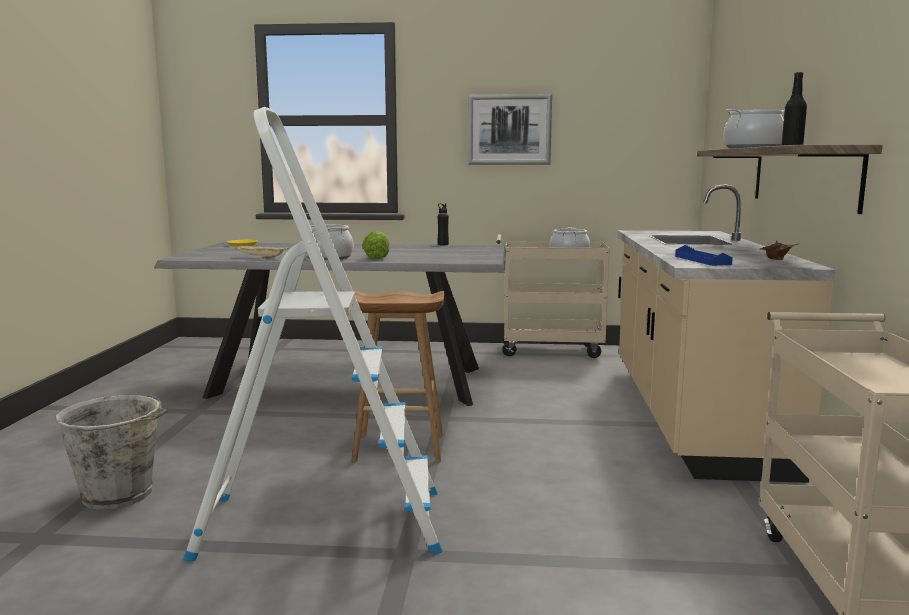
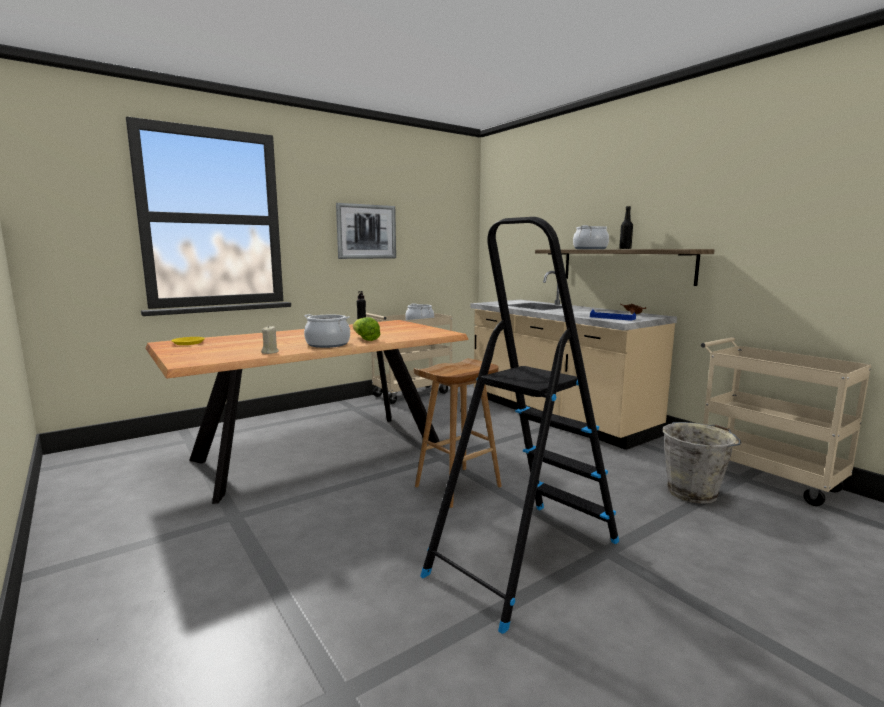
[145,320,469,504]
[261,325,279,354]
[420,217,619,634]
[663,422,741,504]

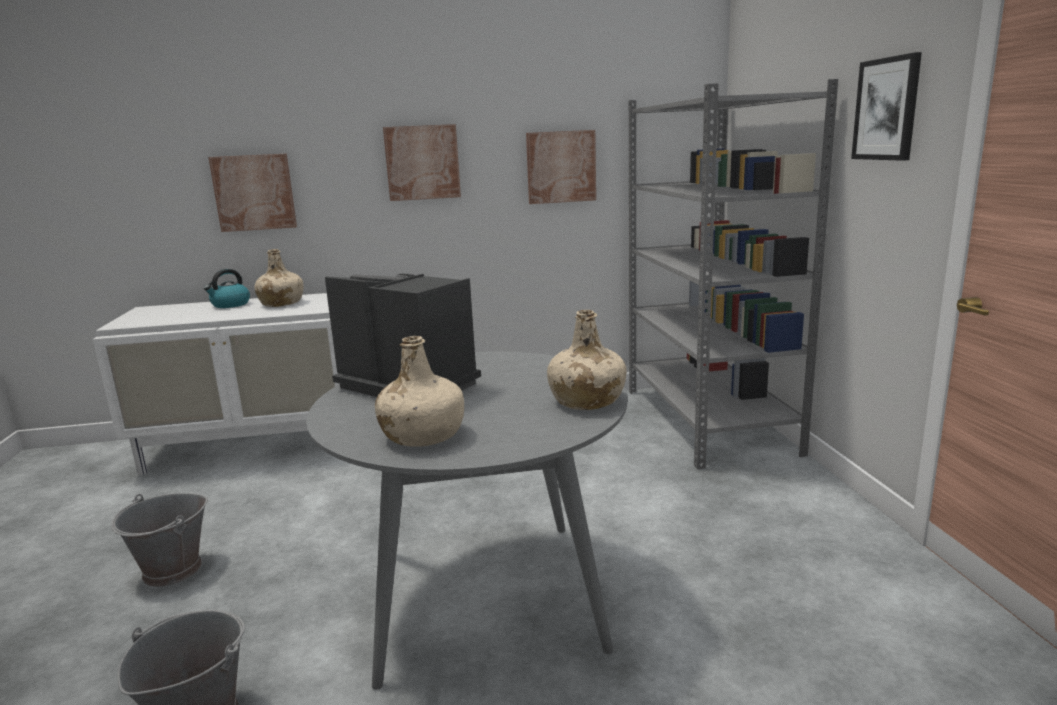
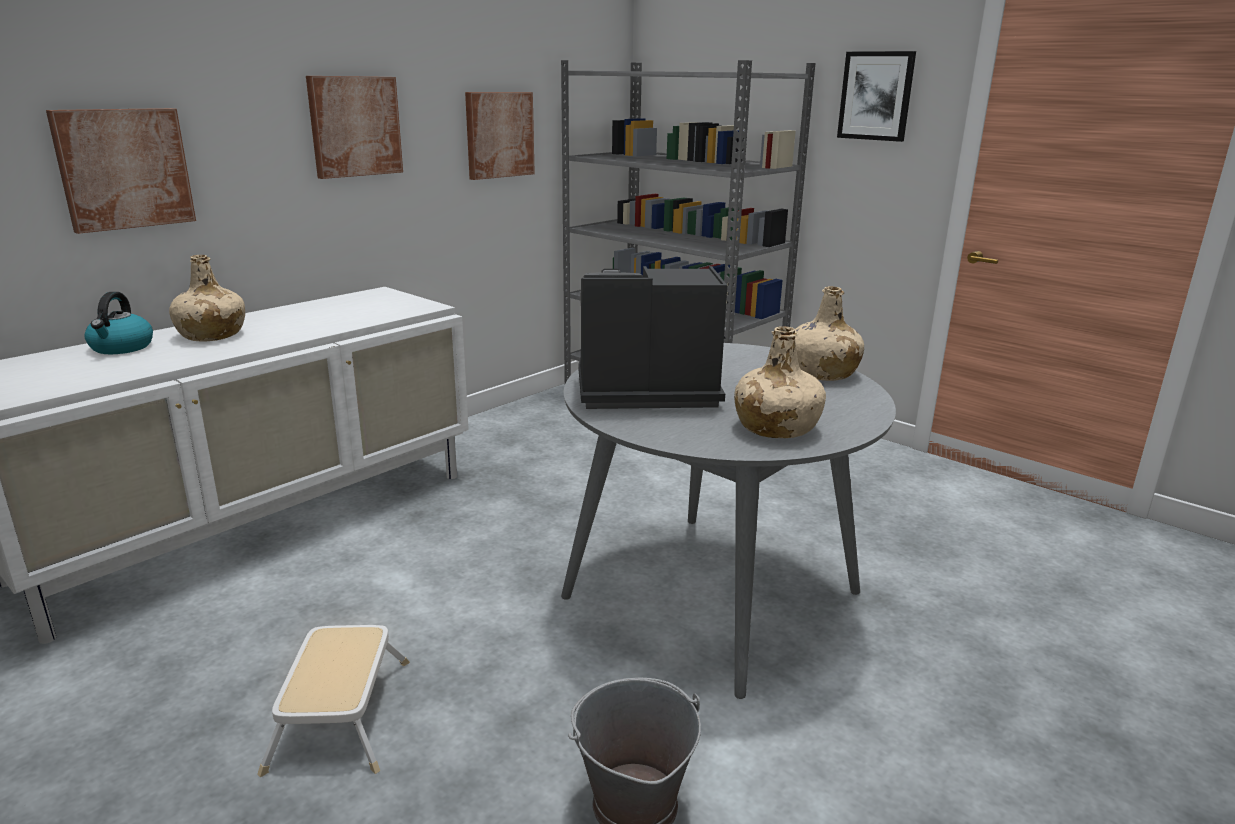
[257,625,410,777]

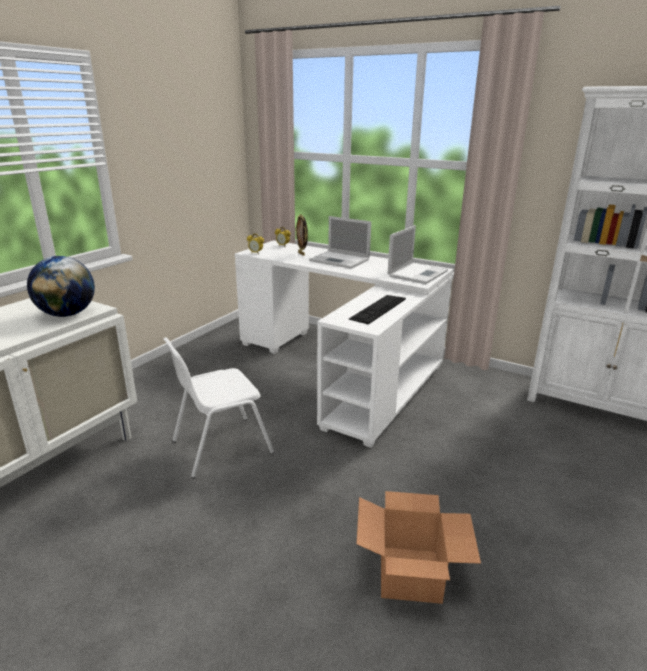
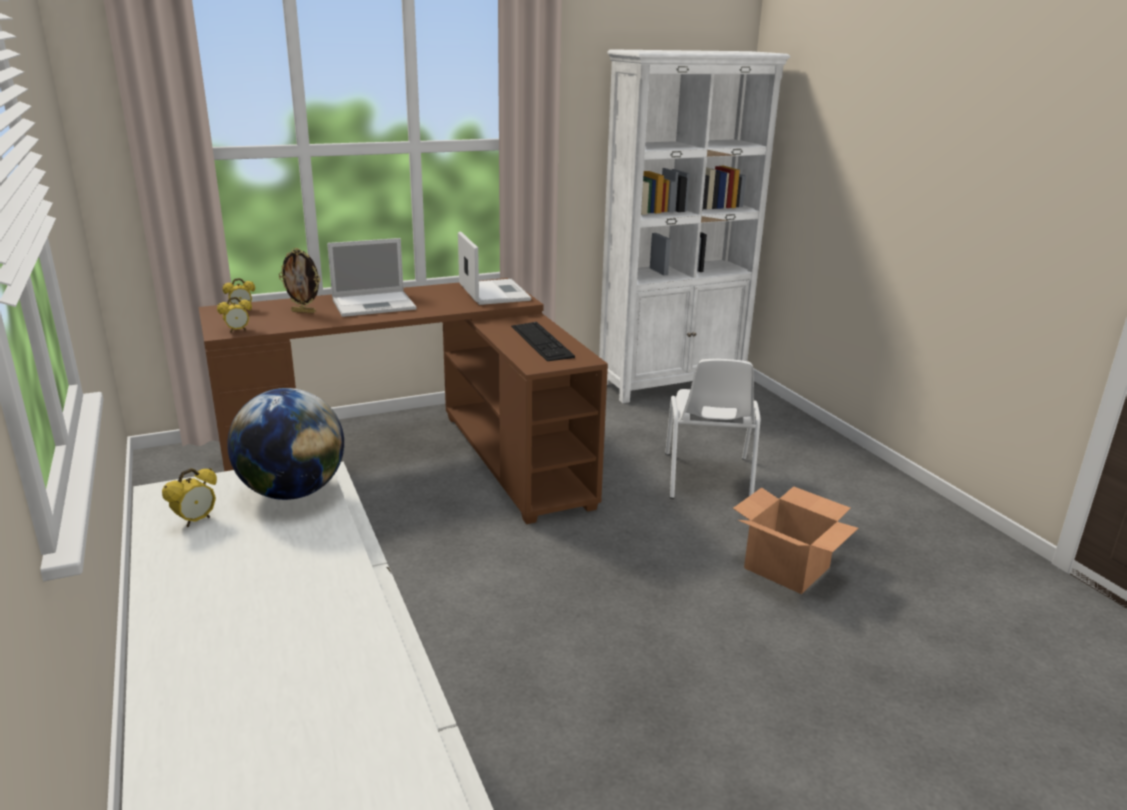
[162,468,217,528]
[199,278,608,524]
[665,359,760,499]

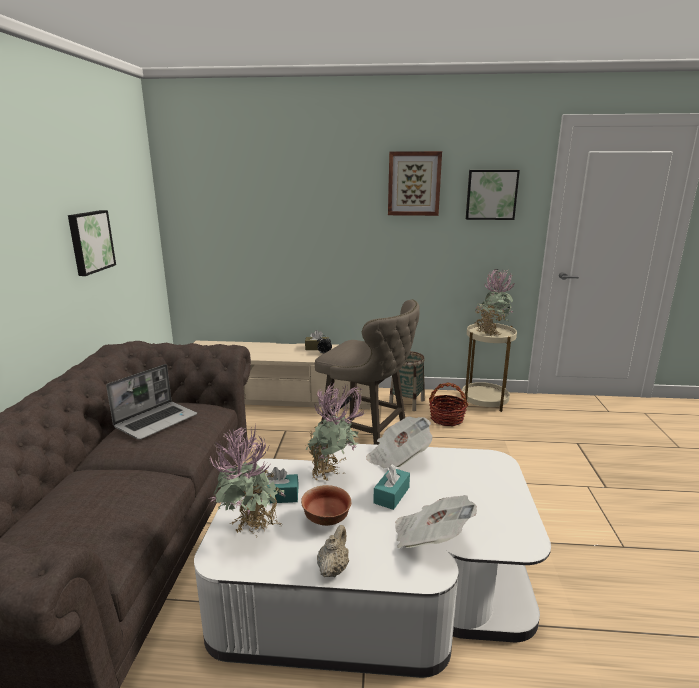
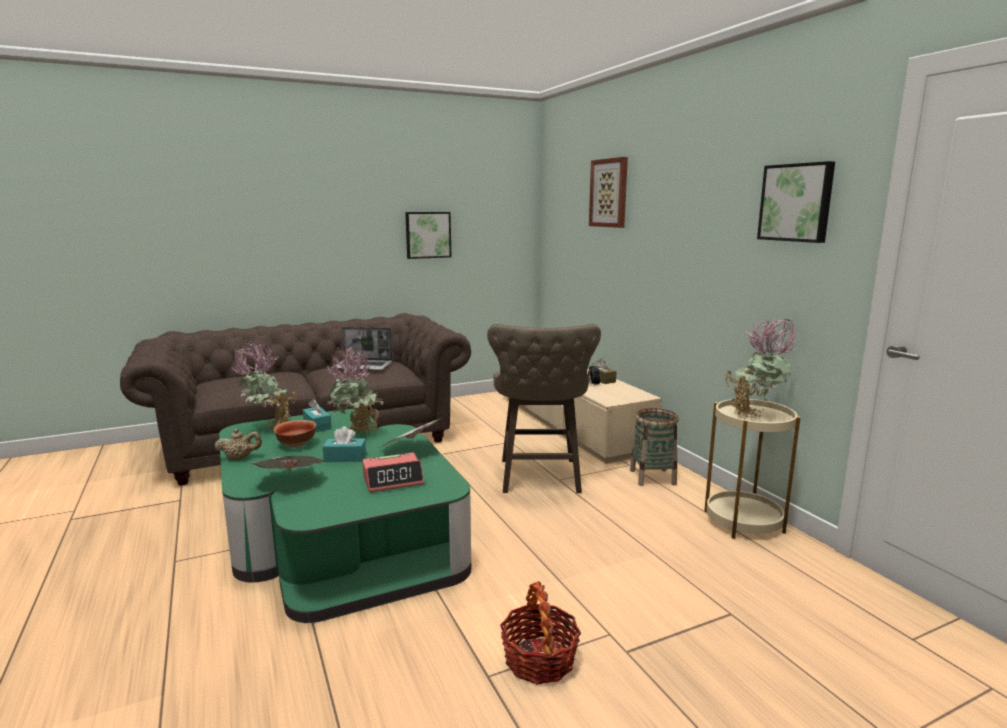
[219,409,471,623]
[362,453,424,492]
[500,581,581,684]
[589,157,628,228]

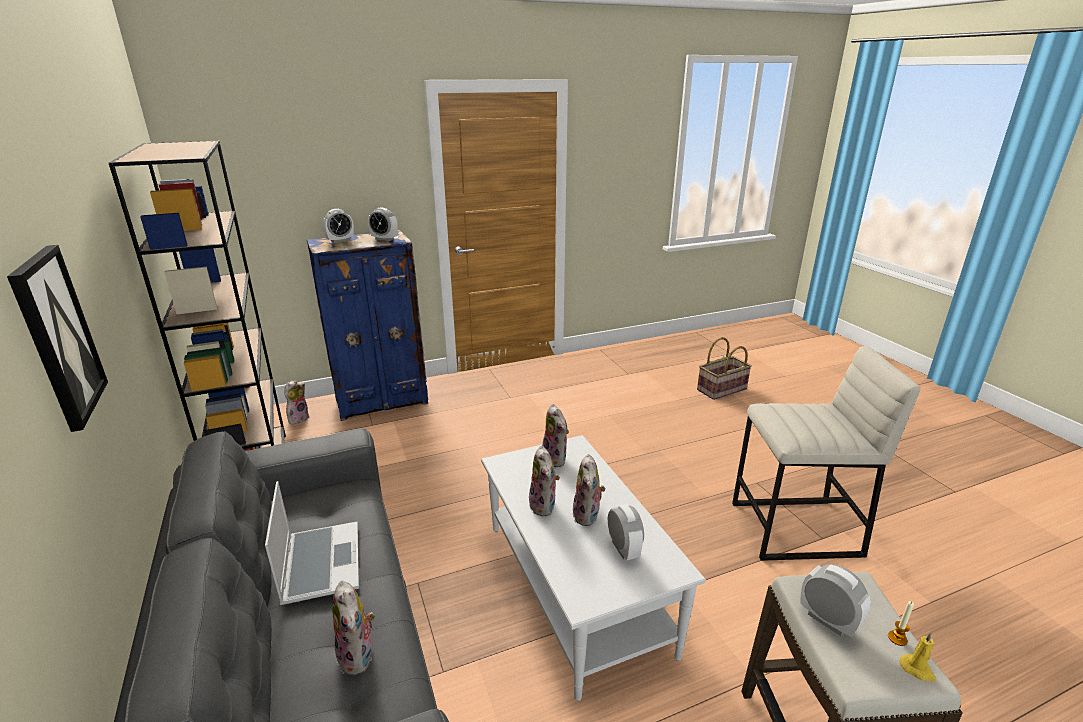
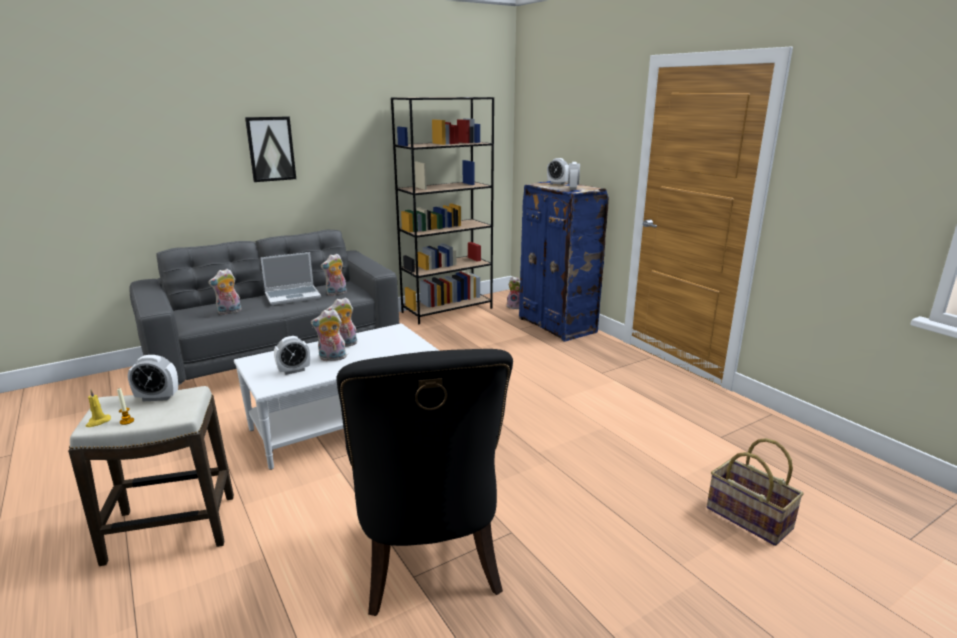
[128,355,178,401]
[321,254,347,296]
[336,349,513,616]

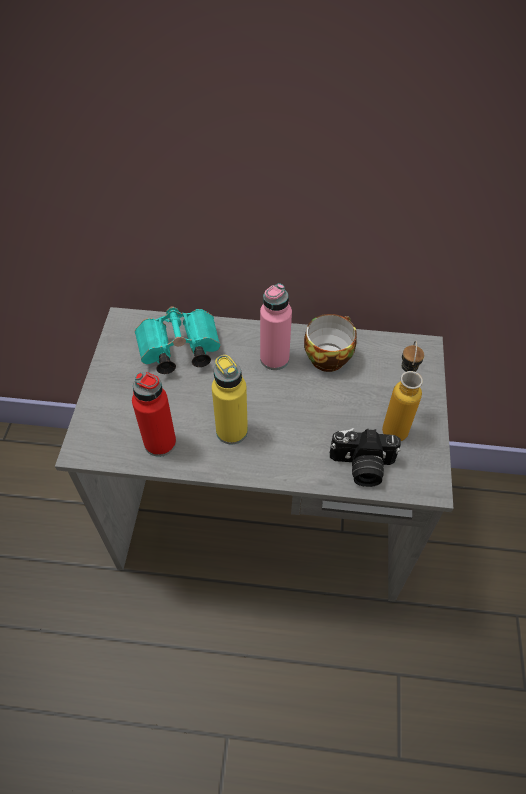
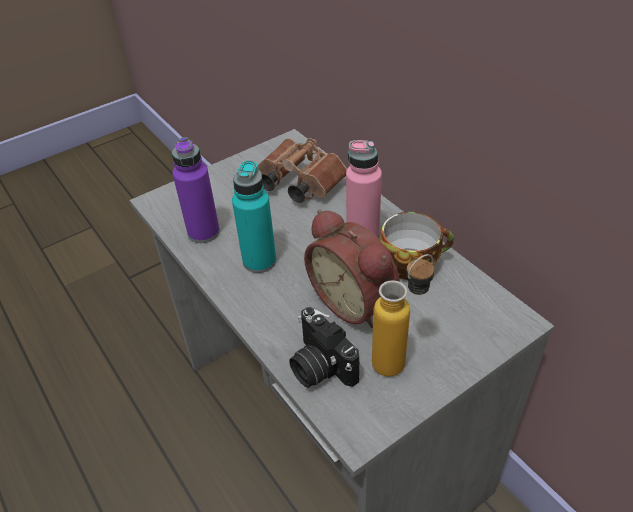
[172,137,220,243]
[232,160,276,273]
[257,138,347,203]
[304,209,400,328]

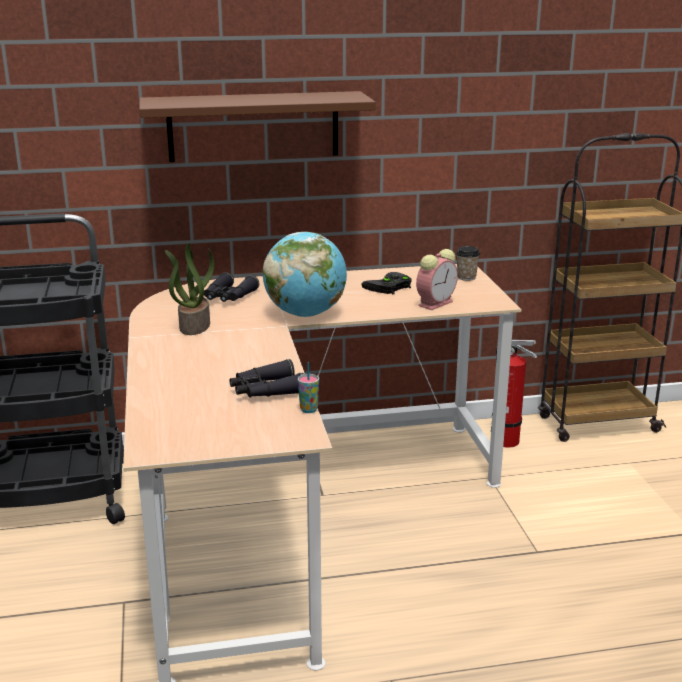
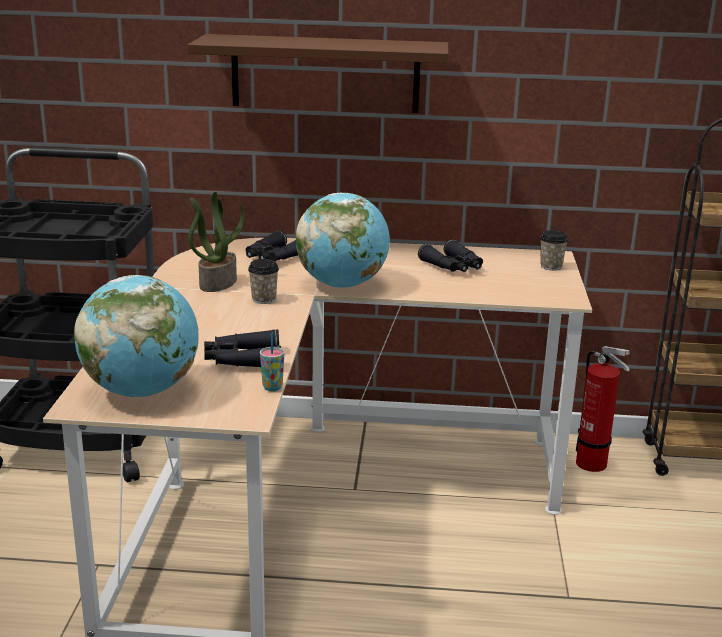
[74,275,199,397]
[248,259,279,304]
[418,240,483,272]
[416,249,458,310] (first image)

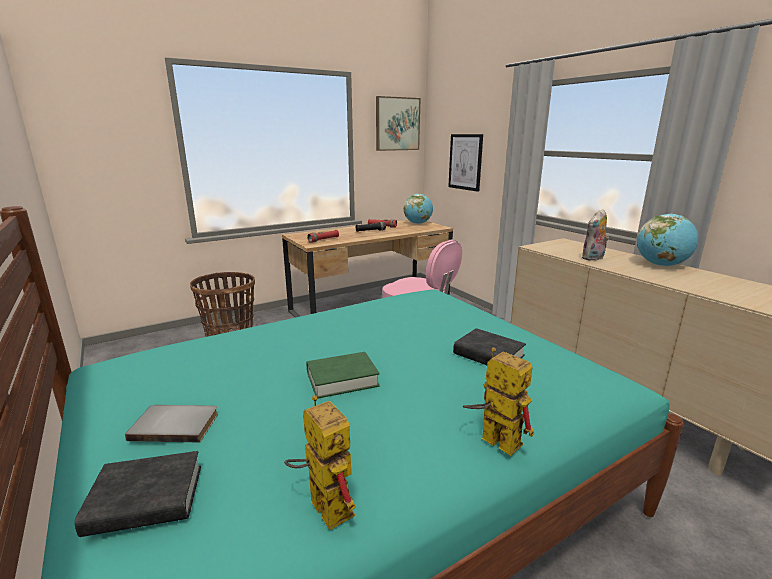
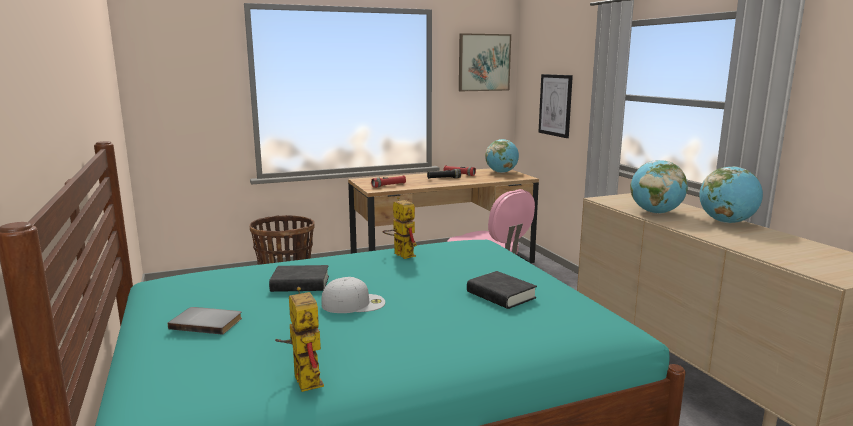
[269,265,329,292]
[321,277,385,313]
[383,197,417,259]
[630,160,688,214]

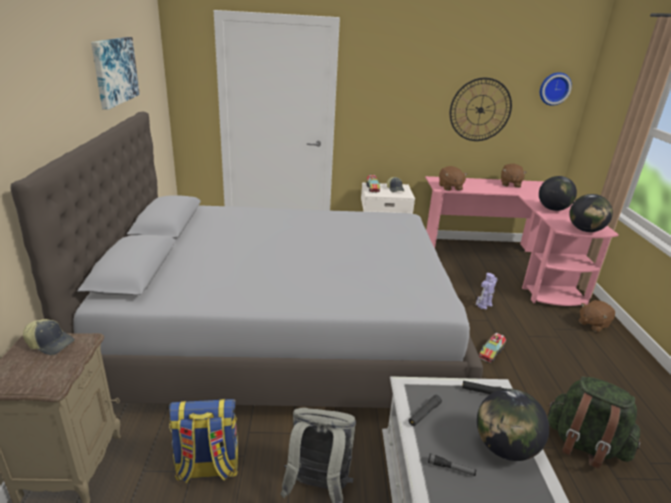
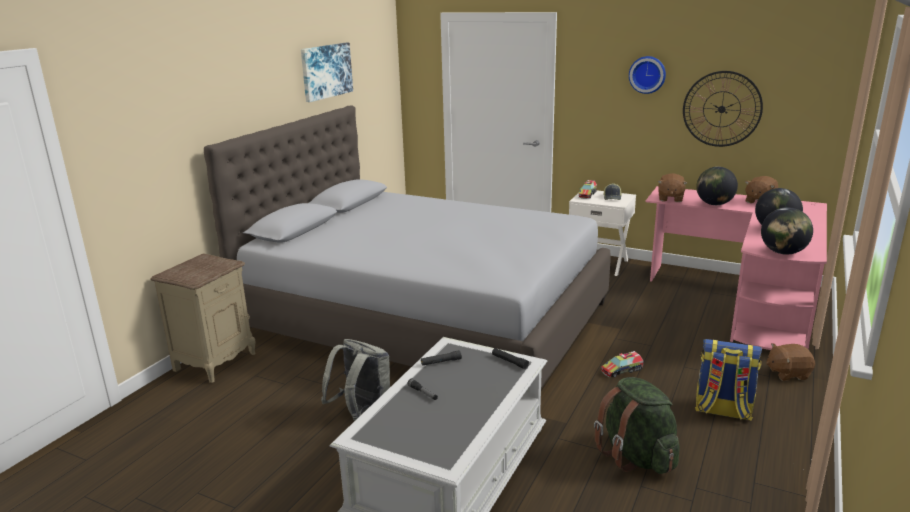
[629,56,666,94]
[695,339,762,421]
[696,167,738,205]
[23,319,75,355] (first image)
[476,273,497,310] (first image)

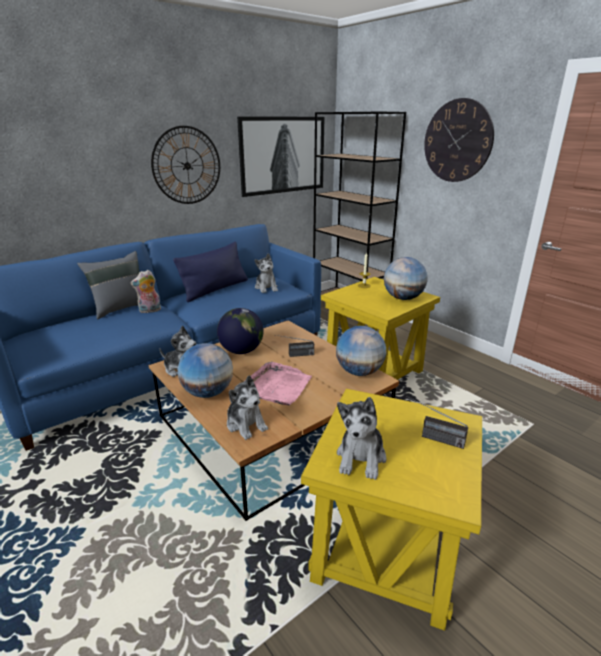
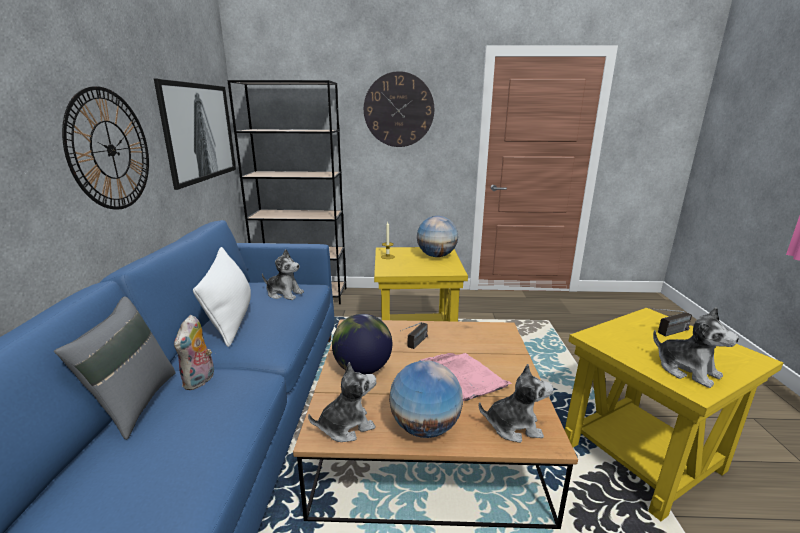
[193,247,251,347]
[336,326,386,376] (first image)

